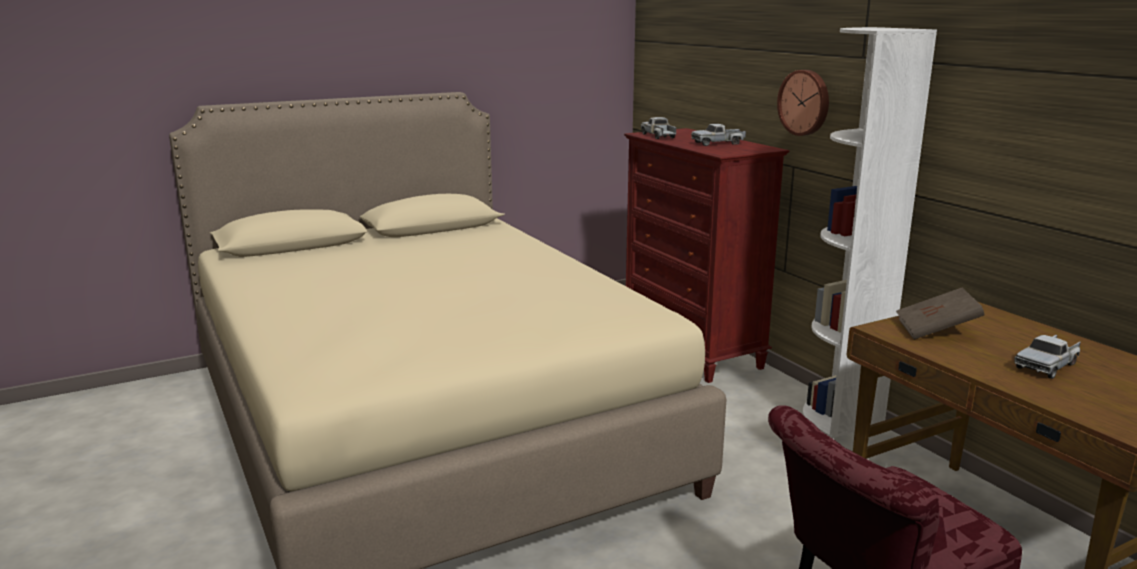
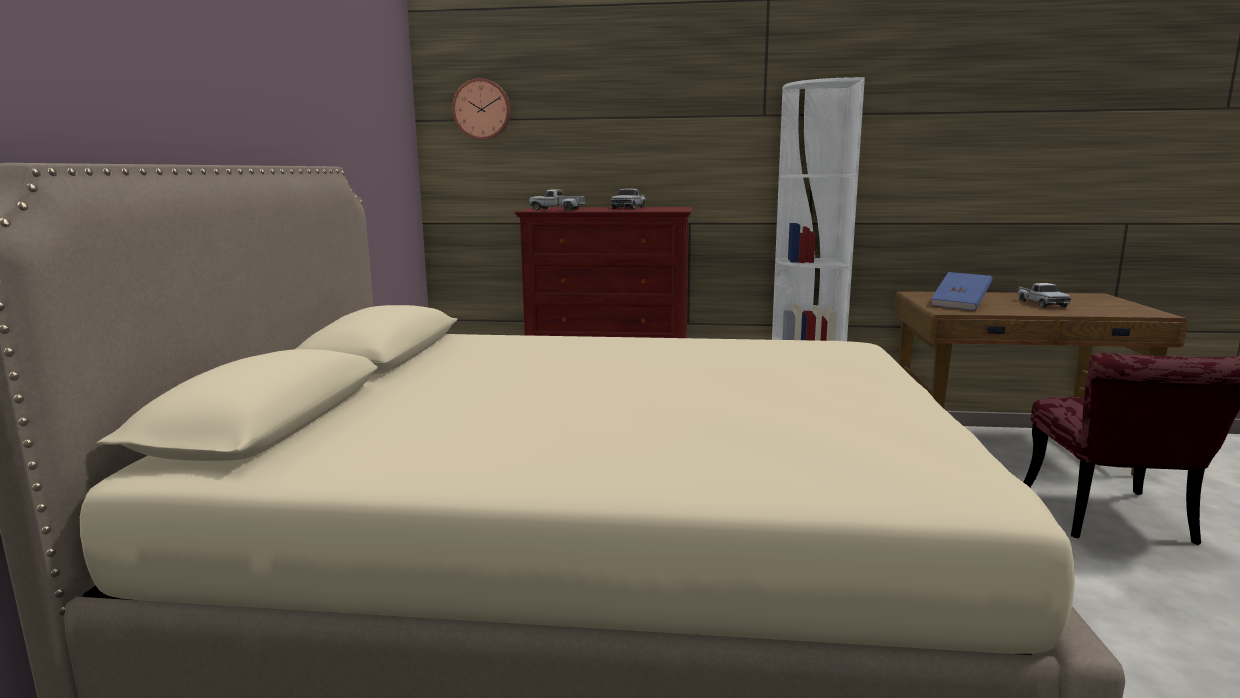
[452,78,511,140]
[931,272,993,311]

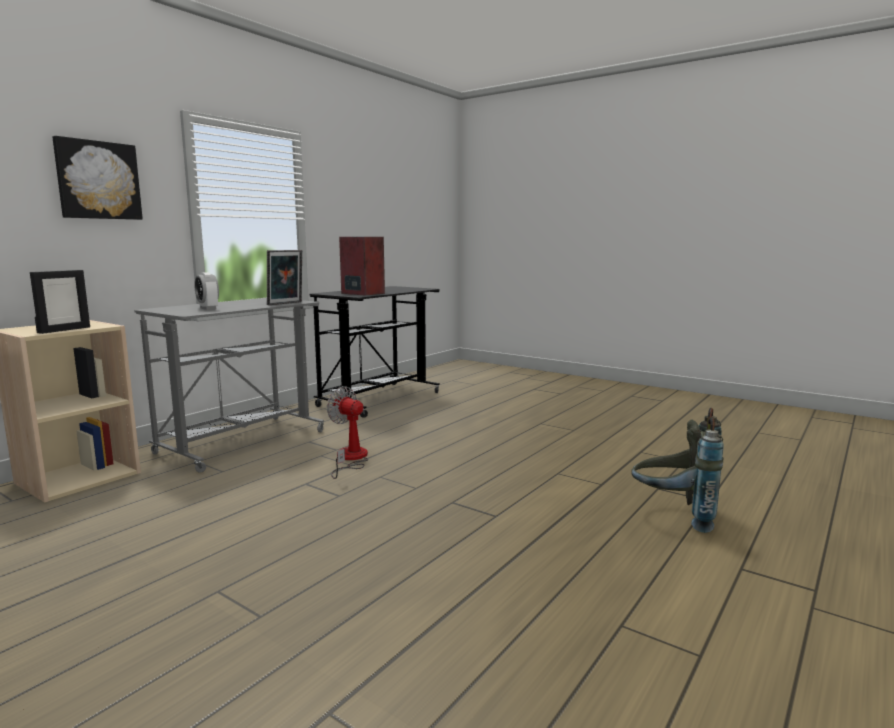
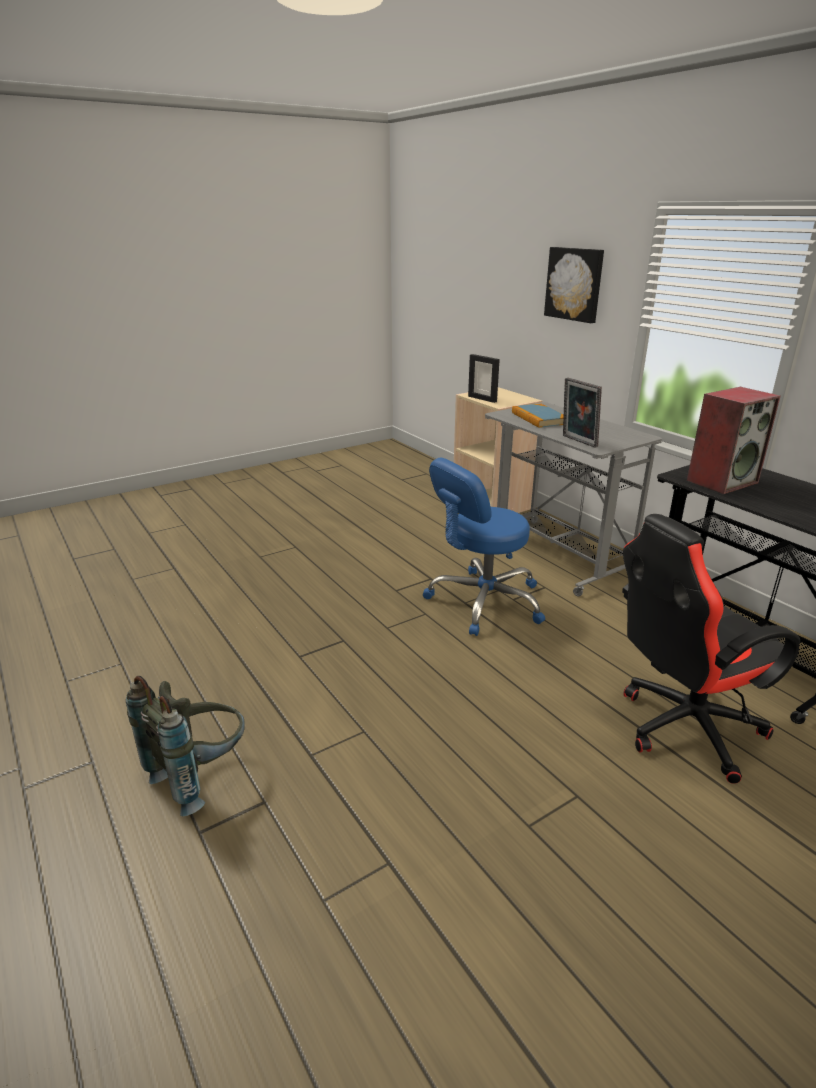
[423,458,545,636]
[512,404,564,428]
[622,514,800,784]

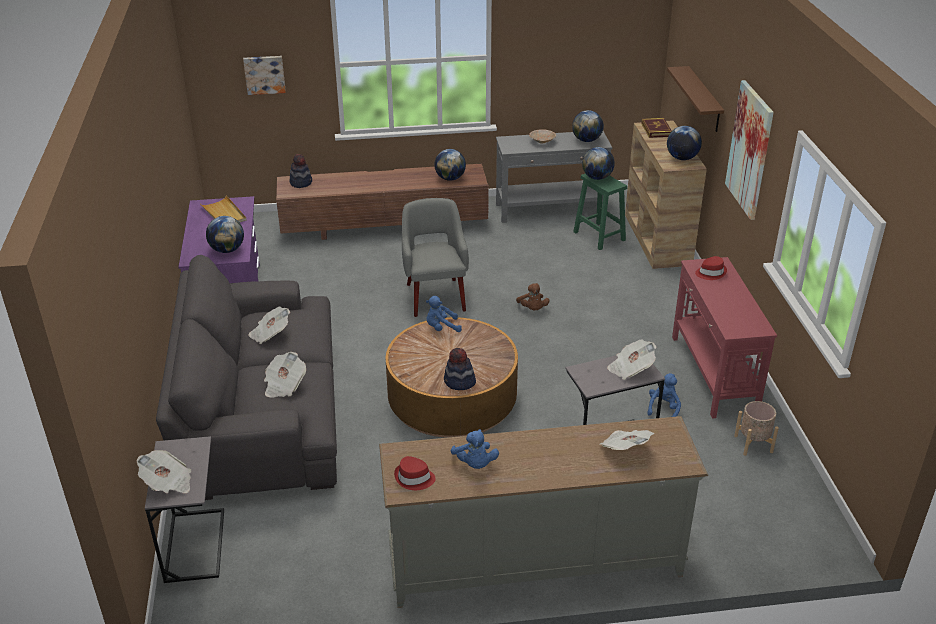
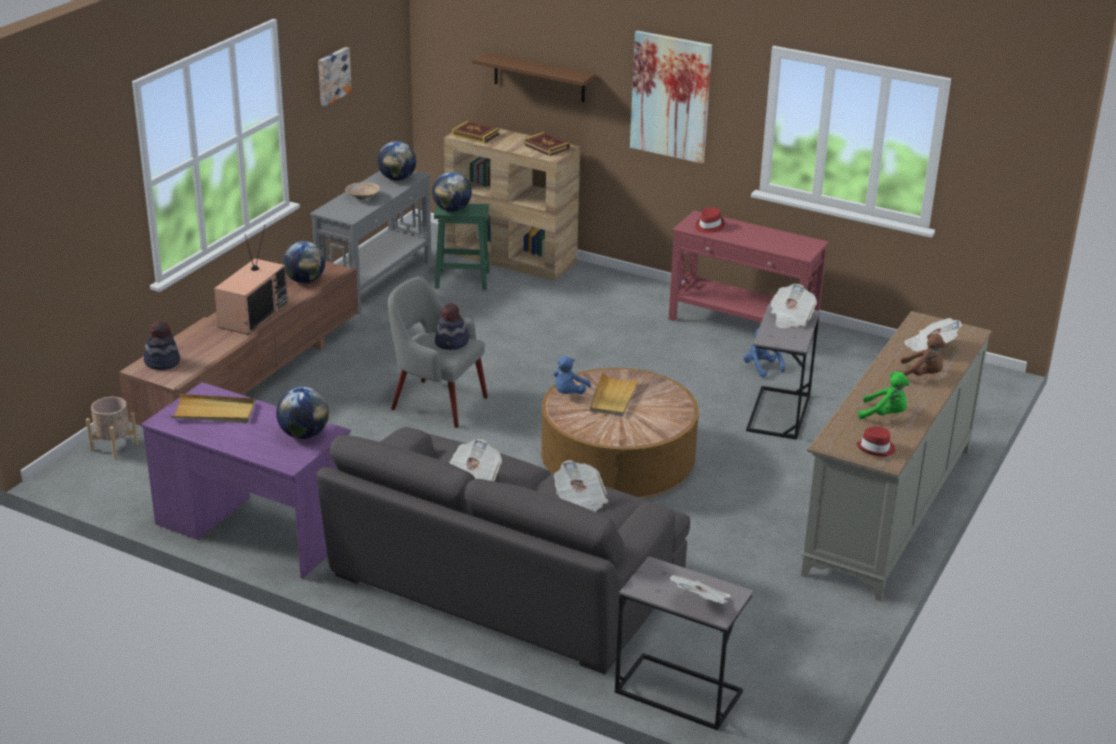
[86,397,139,460]
[214,225,288,335]
[318,47,352,106]
[435,303,469,350]
[523,132,570,156]
[590,372,640,416]
[858,372,910,419]
[896,334,946,376]

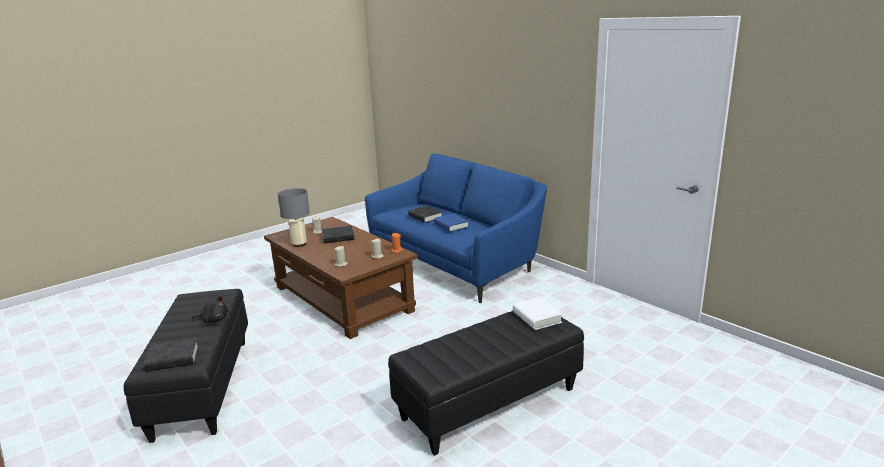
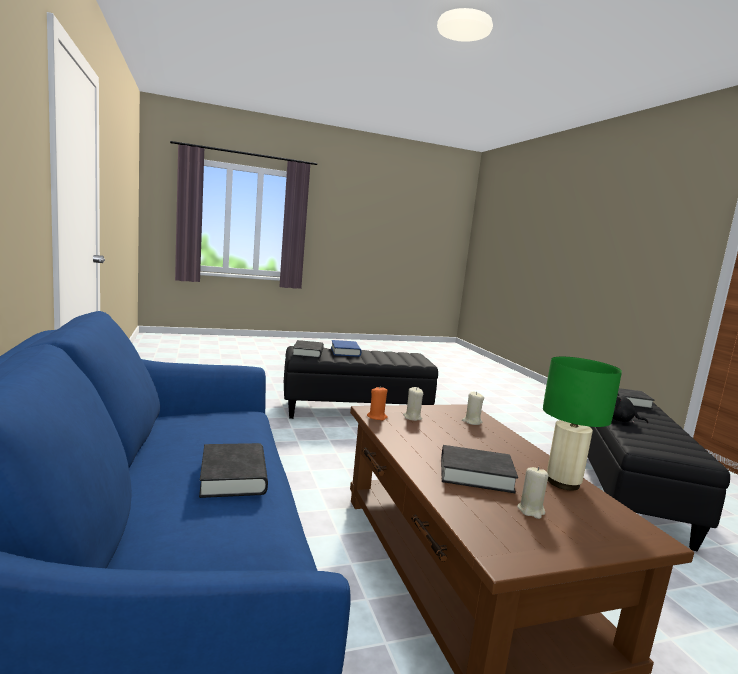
[292,340,324,358]
[331,340,361,357]
[543,357,622,491]

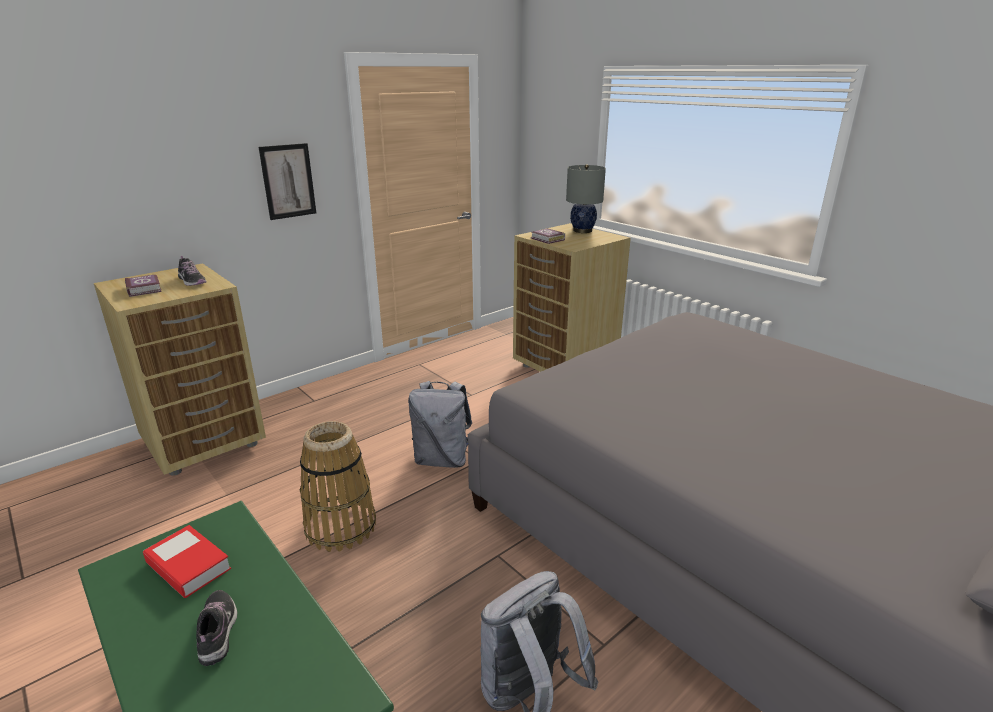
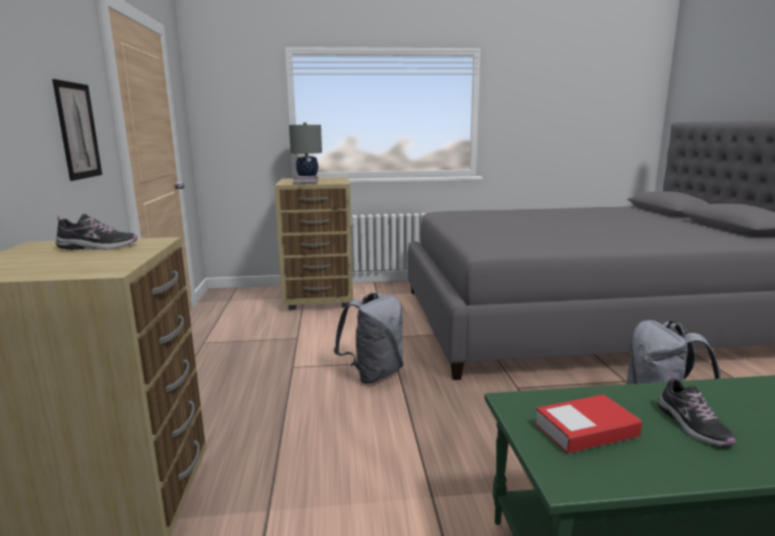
[658,374,736,446]
[125,275,162,297] (first image)
[300,421,376,552] (first image)

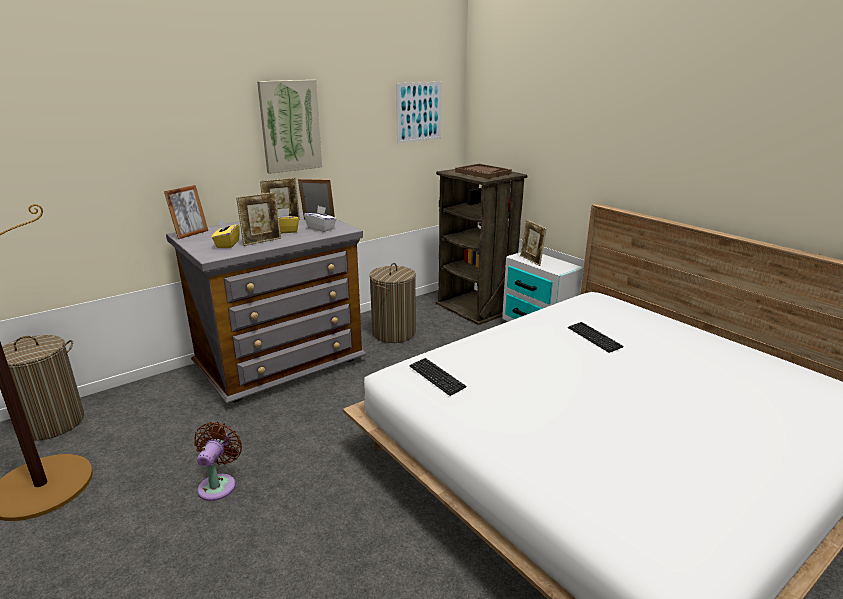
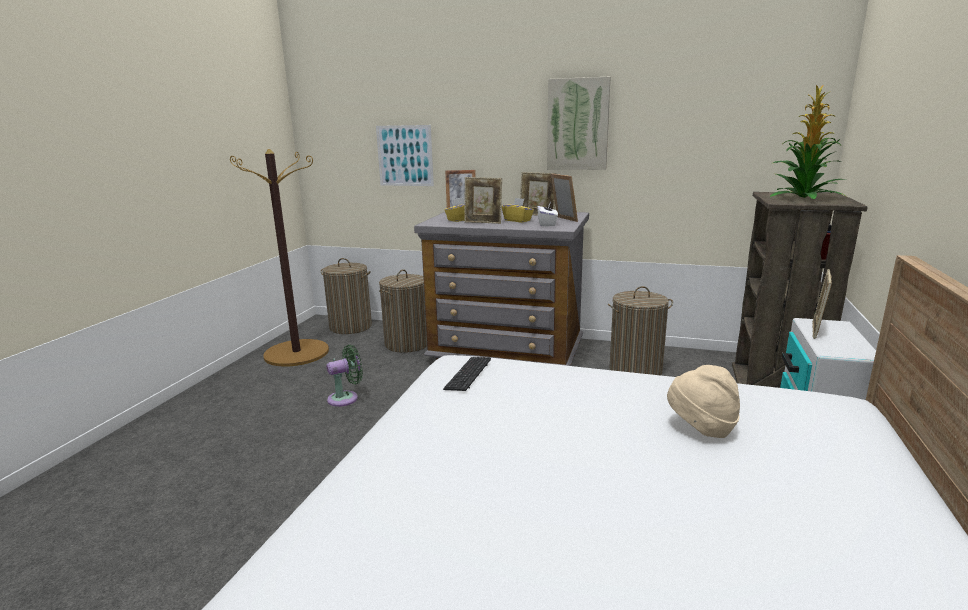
[326,345,363,407]
[376,125,434,186]
[379,269,427,353]
[667,365,740,438]
[770,85,846,199]

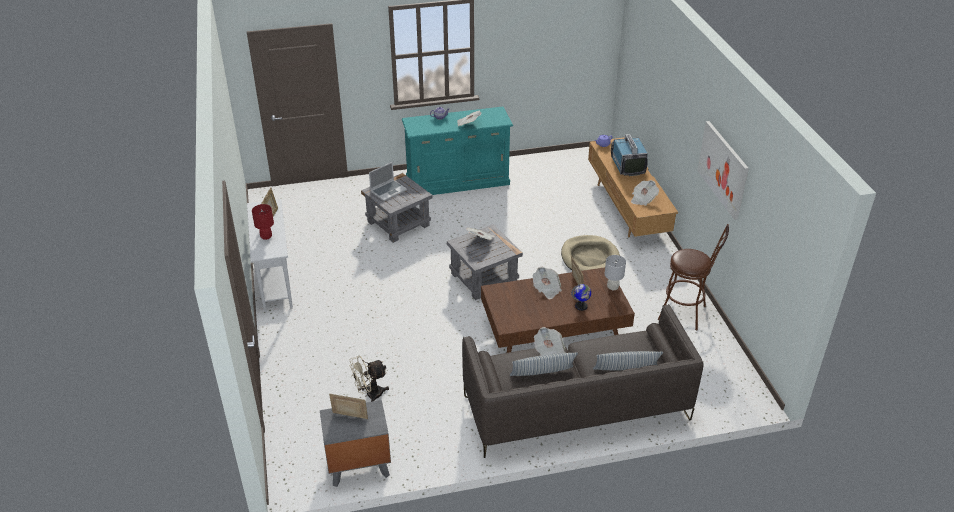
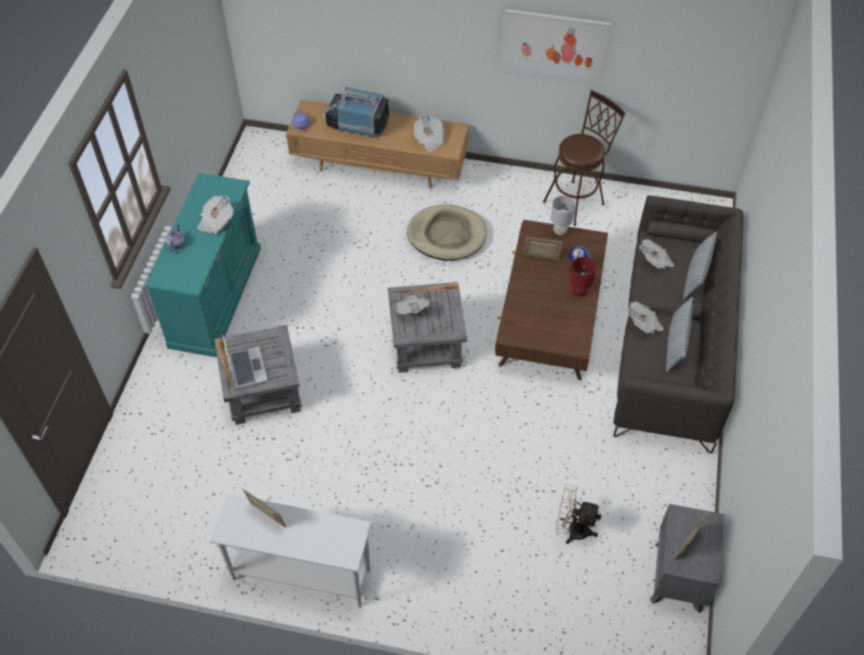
[556,484,601,544]
[570,257,596,297]
[639,239,674,269]

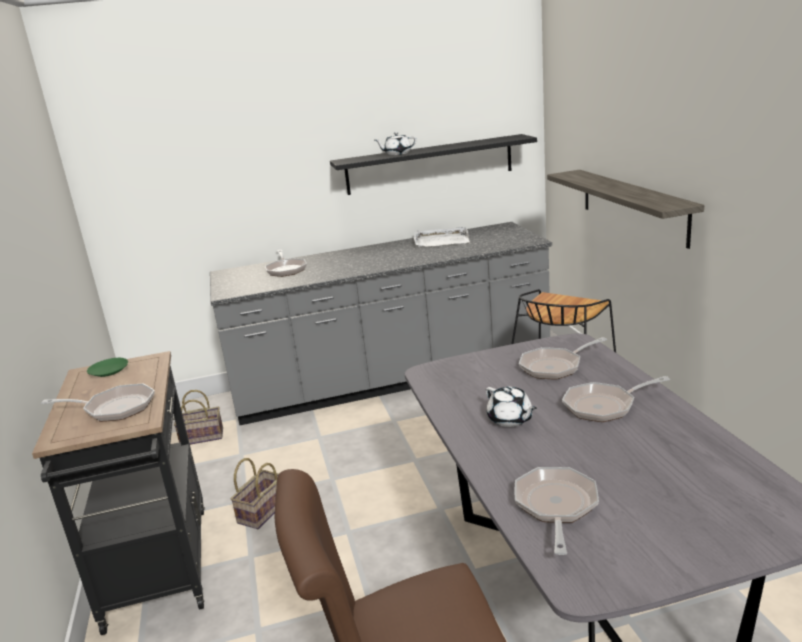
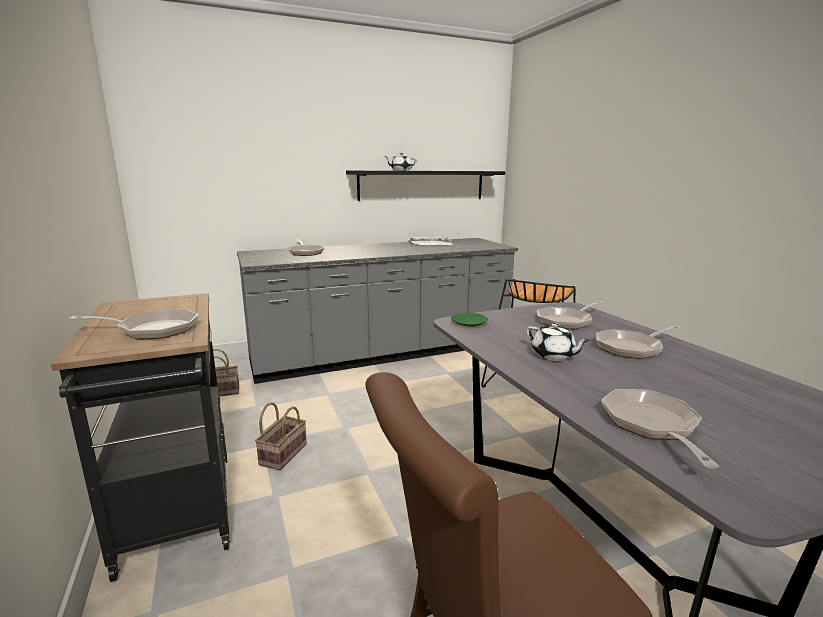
[451,313,488,327]
[547,170,704,249] (first image)

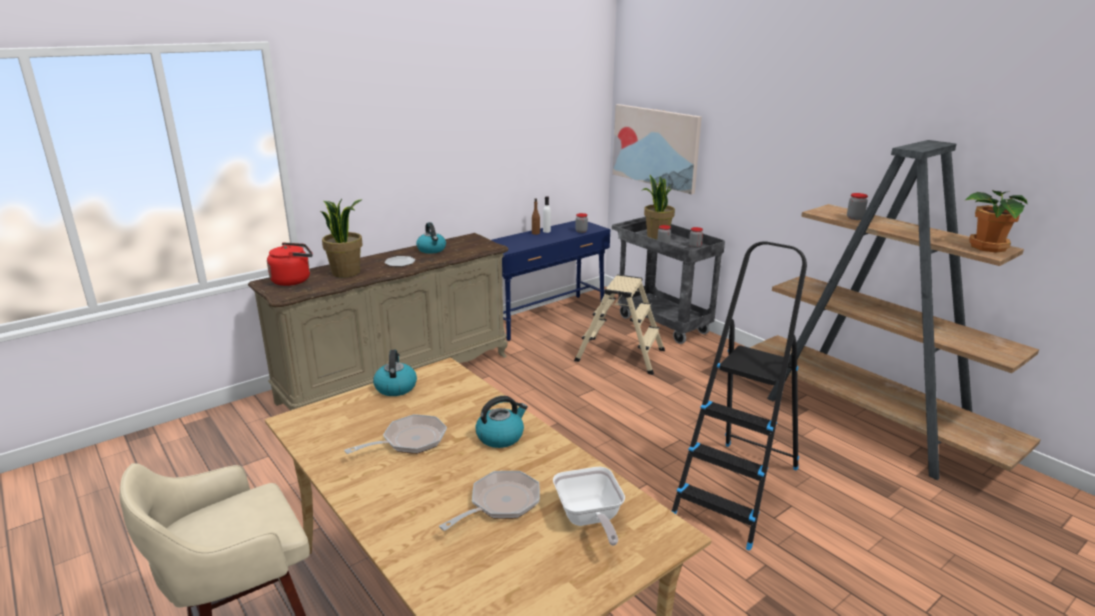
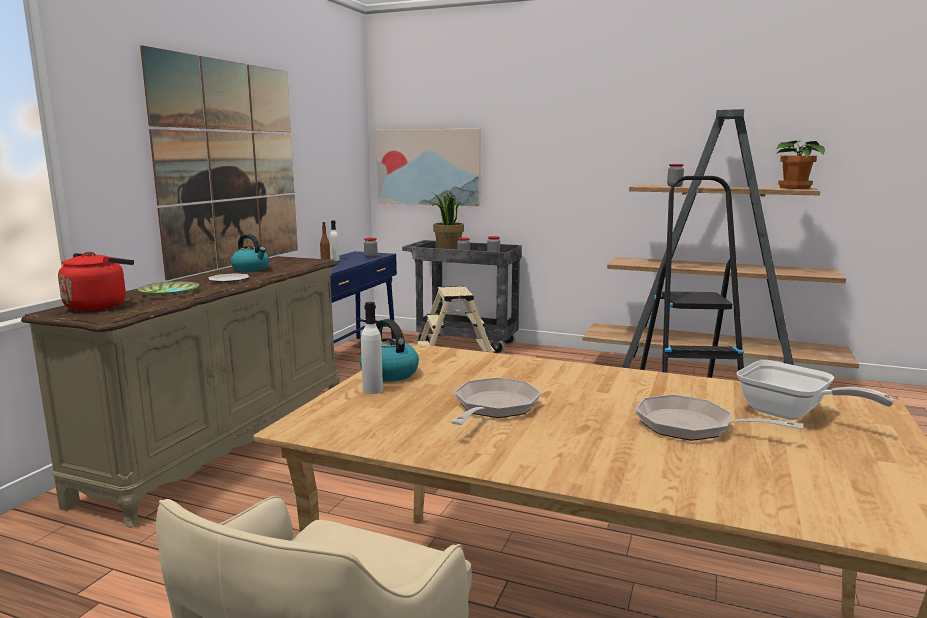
[138,281,199,296]
[140,45,298,280]
[361,302,383,394]
[635,395,803,441]
[475,396,528,448] (first image)

